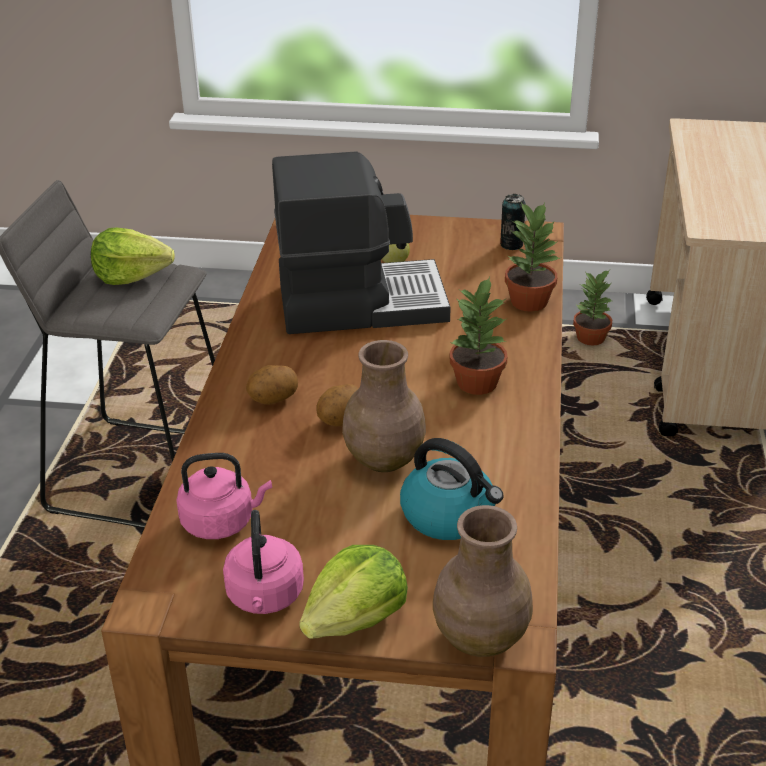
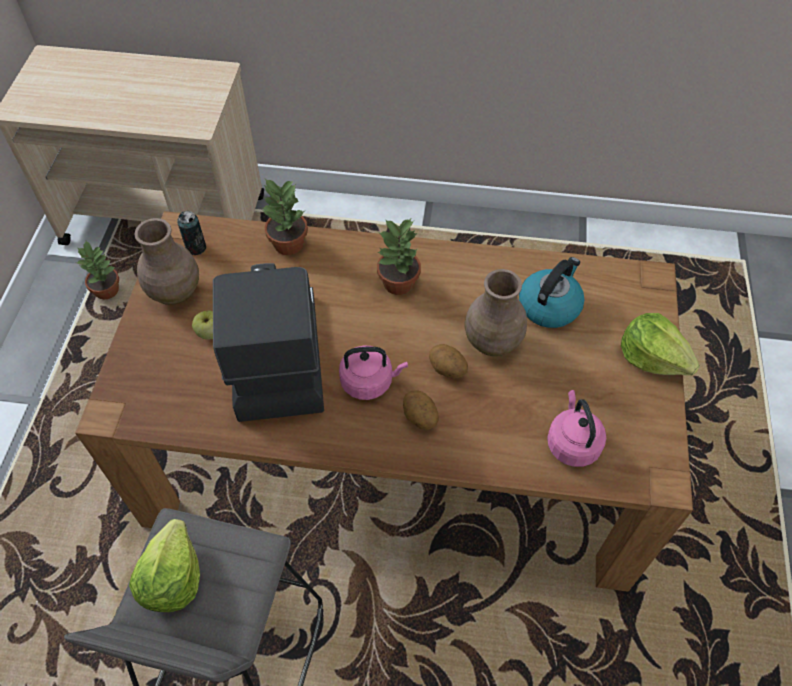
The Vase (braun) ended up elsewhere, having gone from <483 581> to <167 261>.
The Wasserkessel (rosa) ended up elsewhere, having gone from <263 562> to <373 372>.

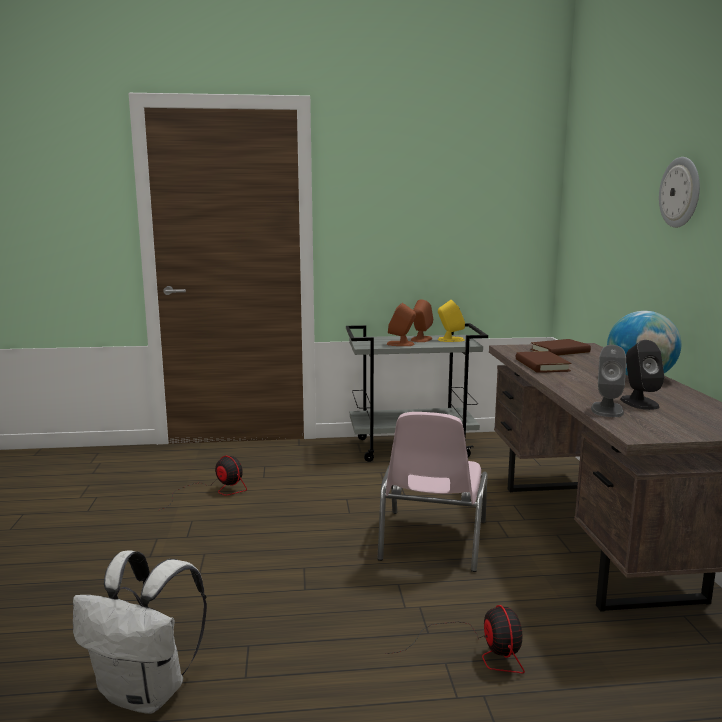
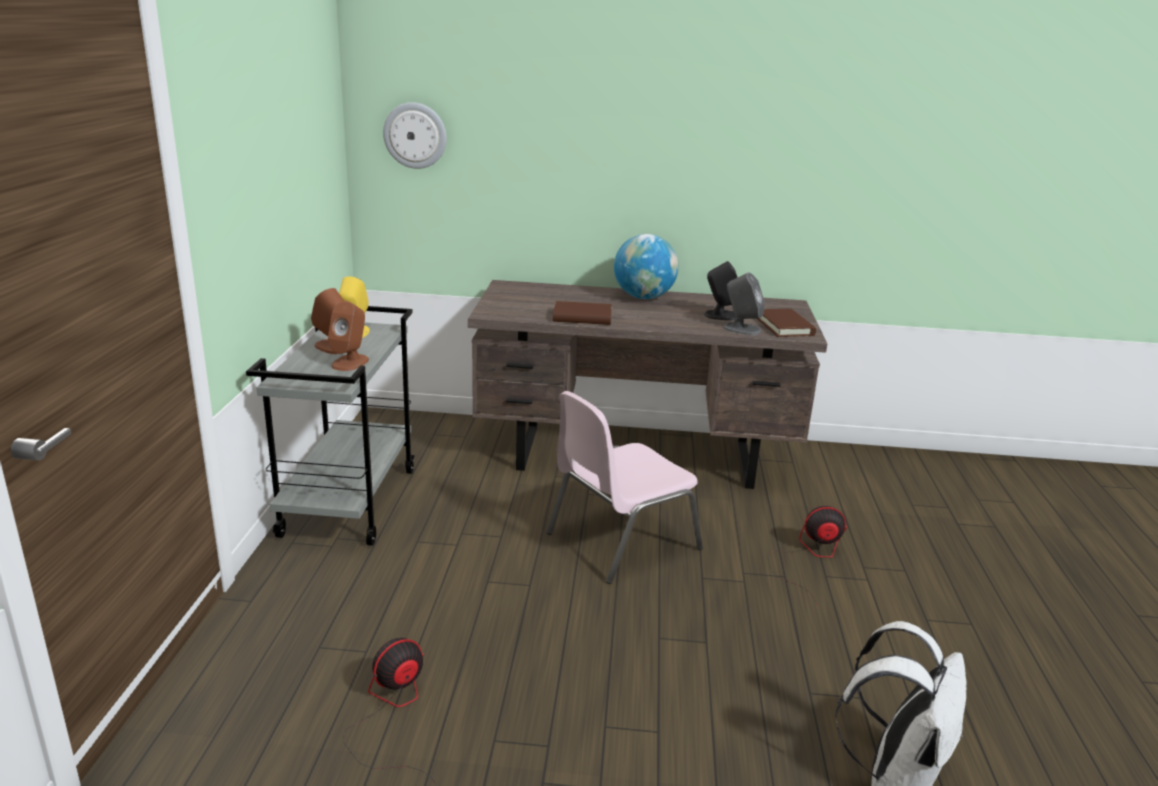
The Wanduhr ended up elsewhere, having gone from <679 192> to <415 135>.
The Buch (braun) ended up elsewhere, having gone from <560 347> to <787 323>.
The Stuhl (rosa) at <432 492> ended up facing another way, 120 degrees clockwise from before.

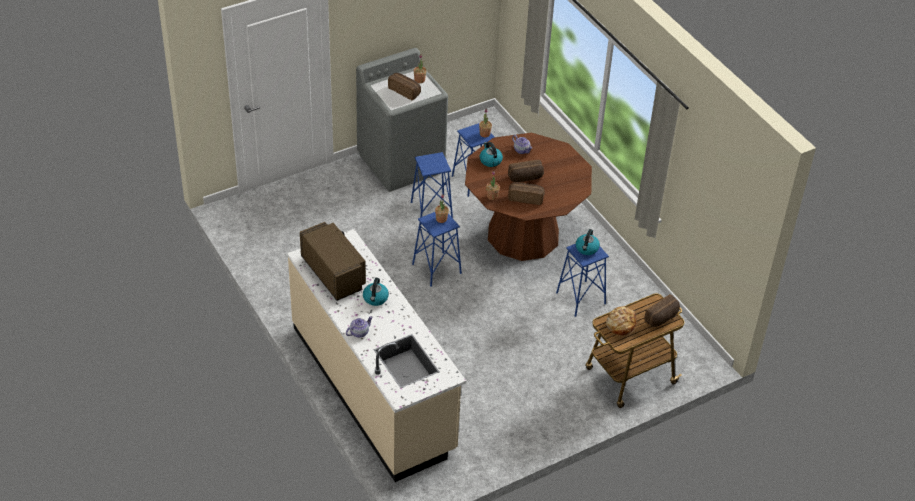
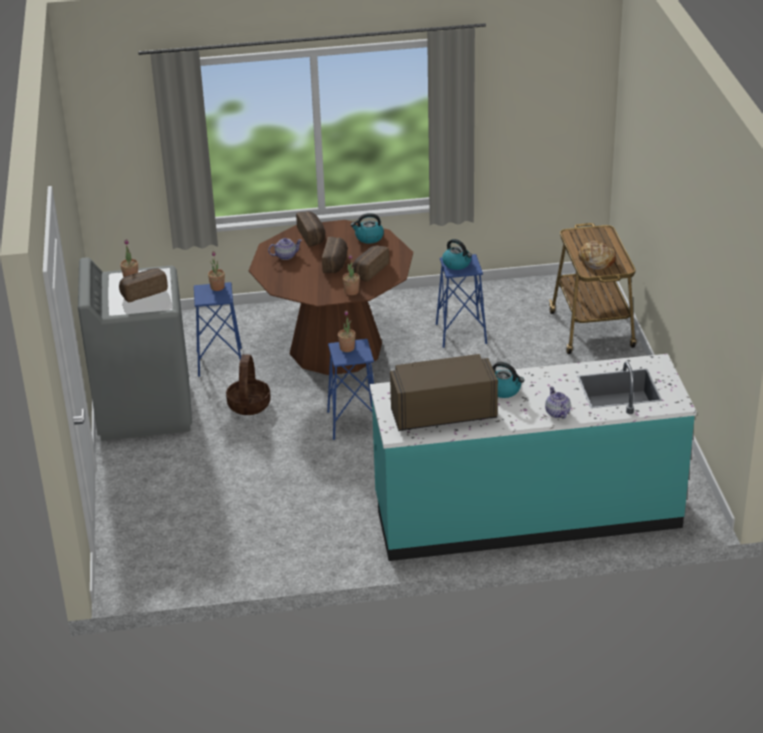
The Wasserkessel ended up elsewhere, having gone from <491 154> to <367 228>.
Where the Hocker (blau) stood at <432 185>, the Korb came to stand at <248 384>.
What was the Küchenzeile (beige) at <376 355> turned into the Küchenzeile (türkis) at <533 457>.
The Brot ended up elsewhere, having gone from <662 310> to <310 229>.

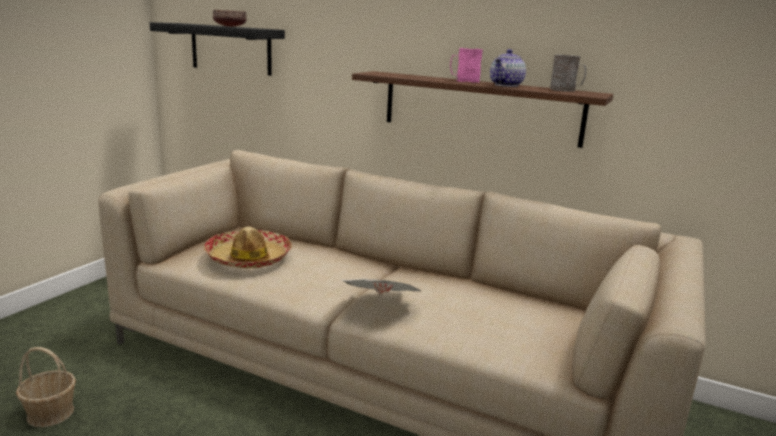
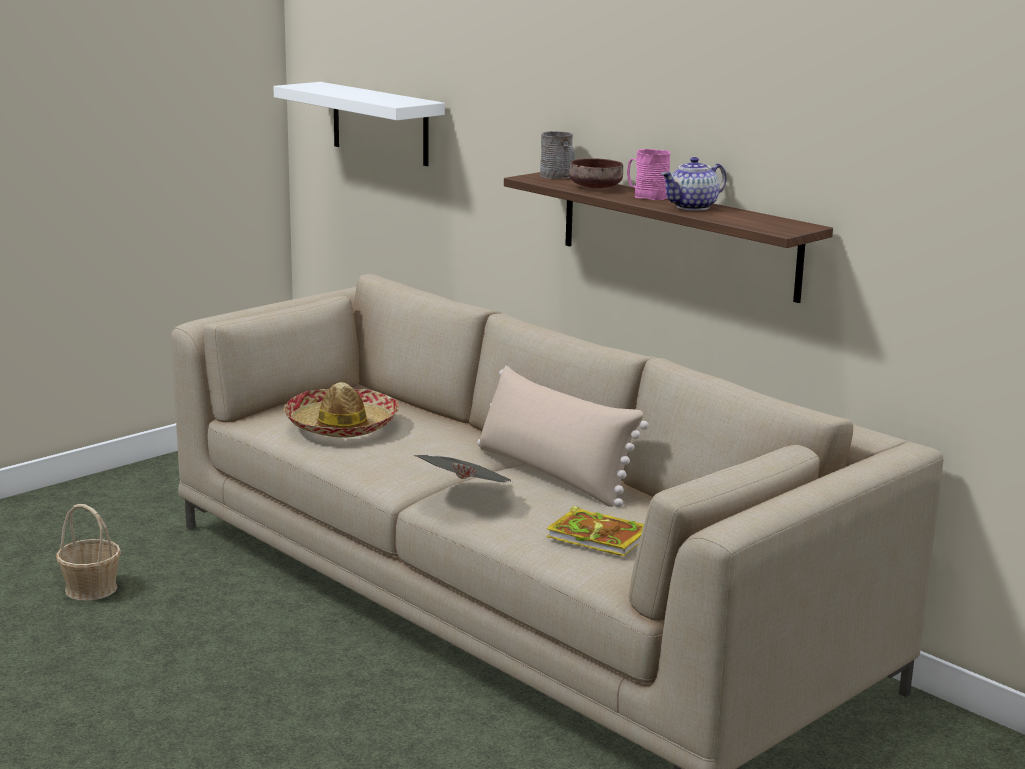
The Schüssel (braun) ended up elsewhere, having gone from <230 18> to <596 173>.
What was the Wandregal (schwarz) at <217 49> turned into the Wandregal (weiß) at <359 124>.
The Henkelbecher (grau) ended up elsewhere, having gone from <568 73> to <557 155>.
The second view gained the Kissen (beige) at <563 436>.
The second view gained the Buch at <595 531>.

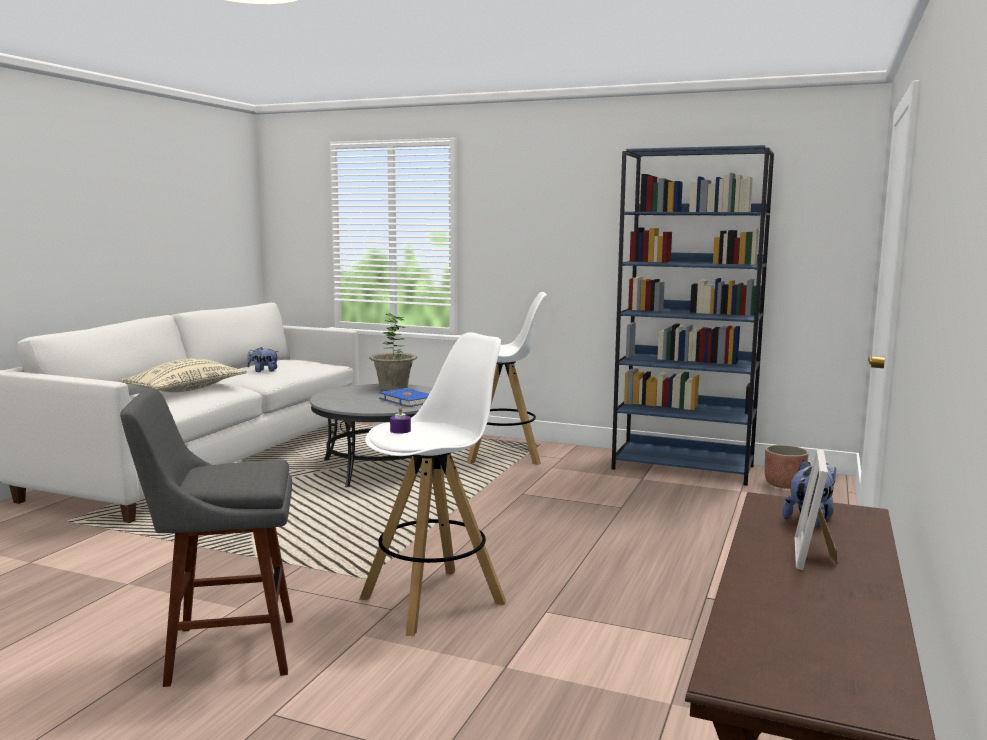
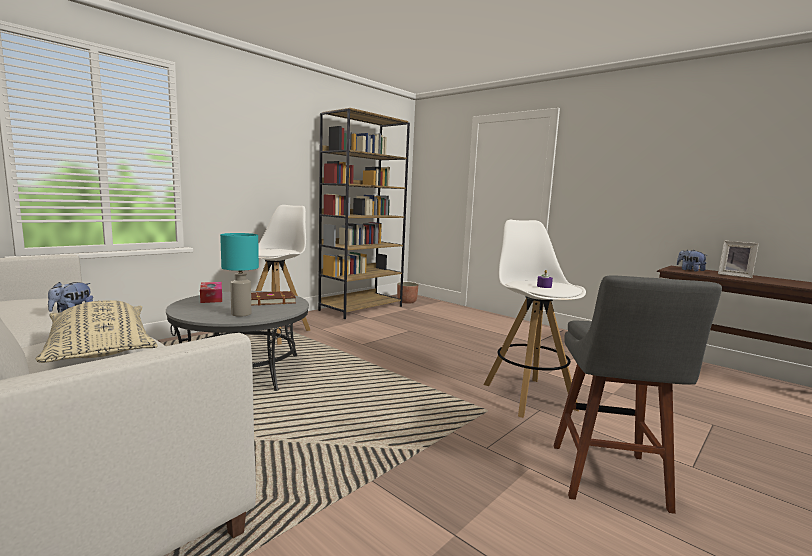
What was the Bücherregal (blau) at <693 315> turned into the Bücherregal (braun) at <364 213>.
Where the Topfpflanze stood at <393 351>, the Taschentuchbox came to stand at <211 292>.
What was the Buch (blau) at <404 397> turned into the Buch (braun) at <273 298>.
The second view gained the Tischlampe (türkis) at <239 275>.

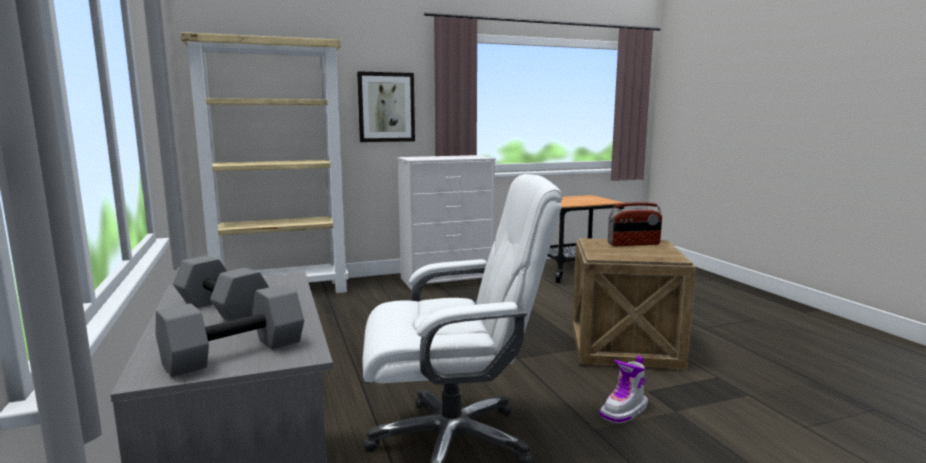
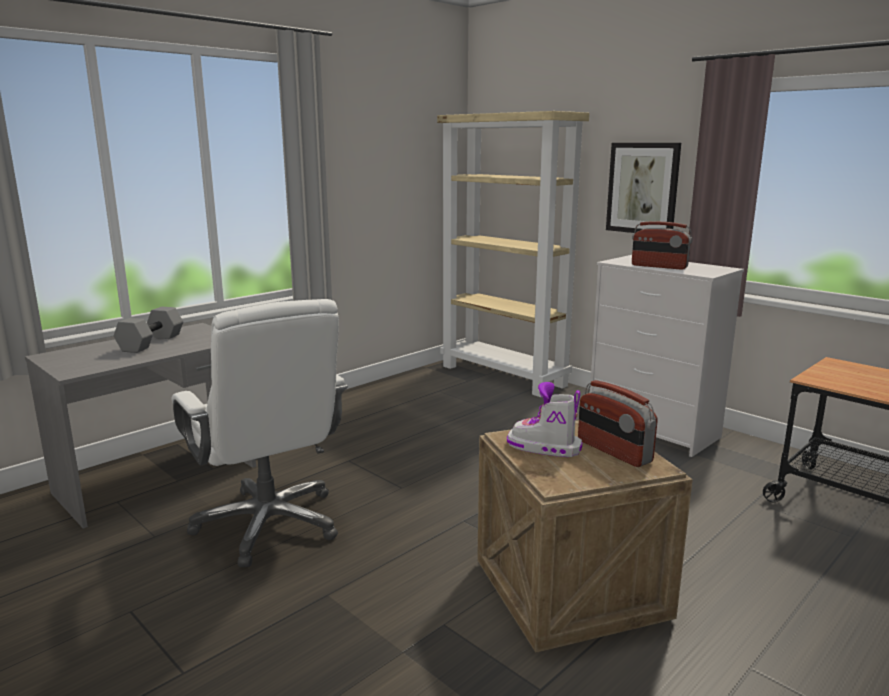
The second view lost the Hantel (grau) at <230 331>.
The Stiefel ended up elsewhere, having gone from <623 390> to <544 419>.
The second view gained the Radio at <662 245>.

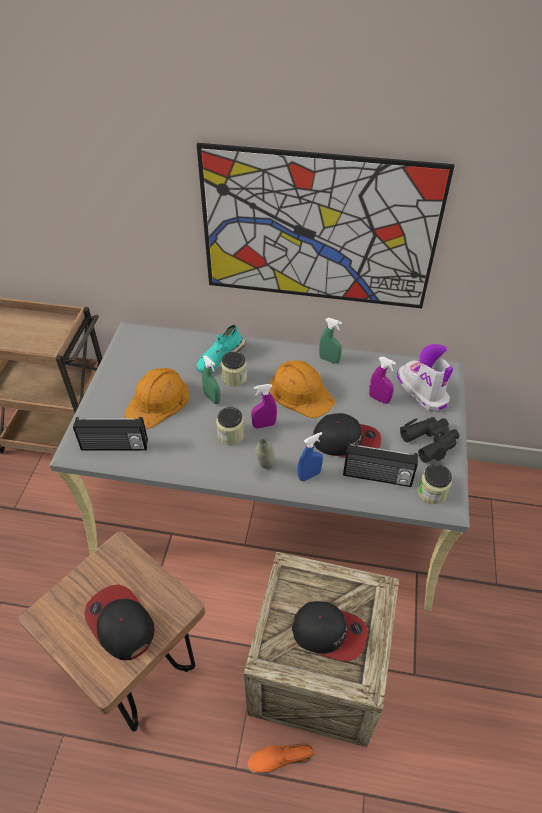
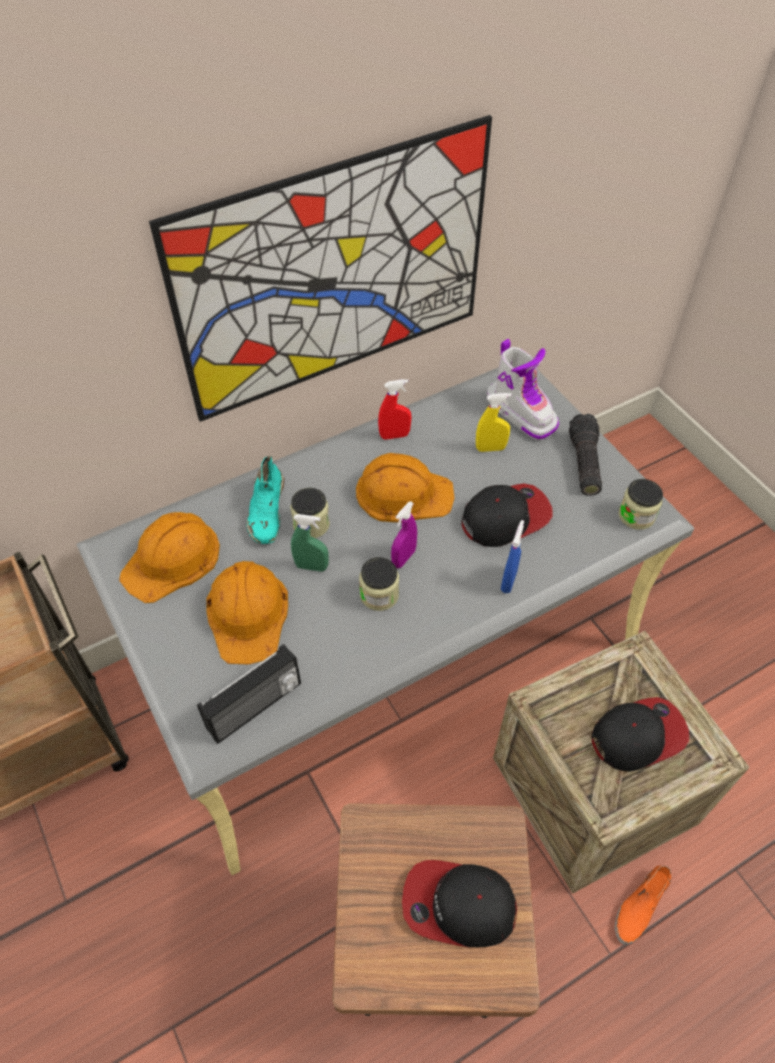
What was the Sprühflasche (grün) at <330 341> turned into the Sprühflasche (rot) at <395 409>.
The Stiefel at <425 378> ended up facing another way, 150 degrees counterclockwise from before.
What was the Sprühflasche (lila) at <382 380> turned into the Sprühflasche (gelb) at <494 422>.
Where the Fernglas (schwarz) stood at <430 440>, the Taschenlampe came to stand at <585 455>.
The second view lost the Flasche (grau) at <265 453>.
The second view lost the Radio at <380 464>.
The second view gained the Schutzhelm (orange) at <169 557>.

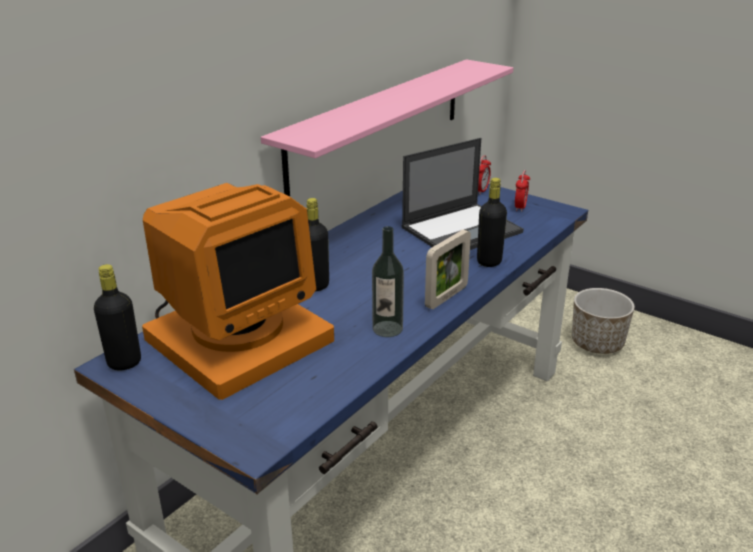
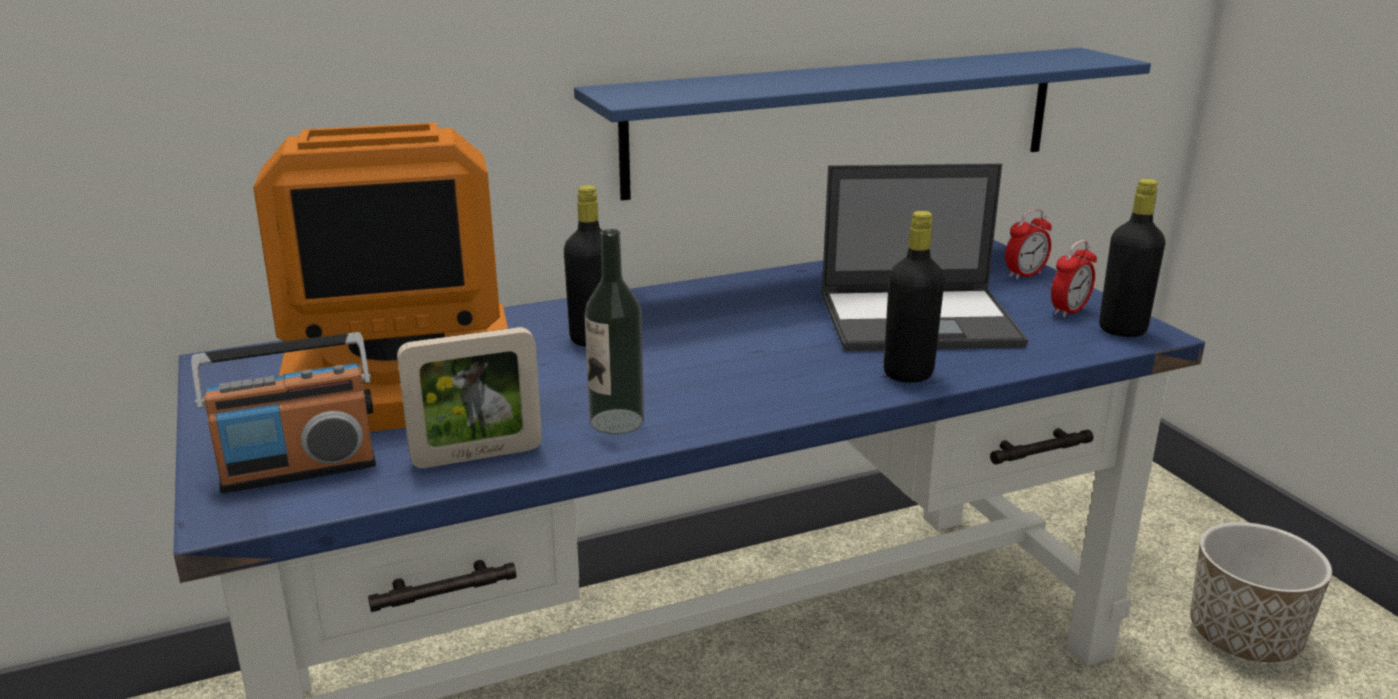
What was the Wandregal (rosa) at <387 127> turned into the Wandregal (blau) at <862 124>.
The Bilderrahmen ended up elsewhere, having gone from <448 269> to <469 397>.
The Flasche (schwarz) ended up elsewhere, having gone from <117 317> to <1132 258>.
The second view gained the Radio at <283 412>.

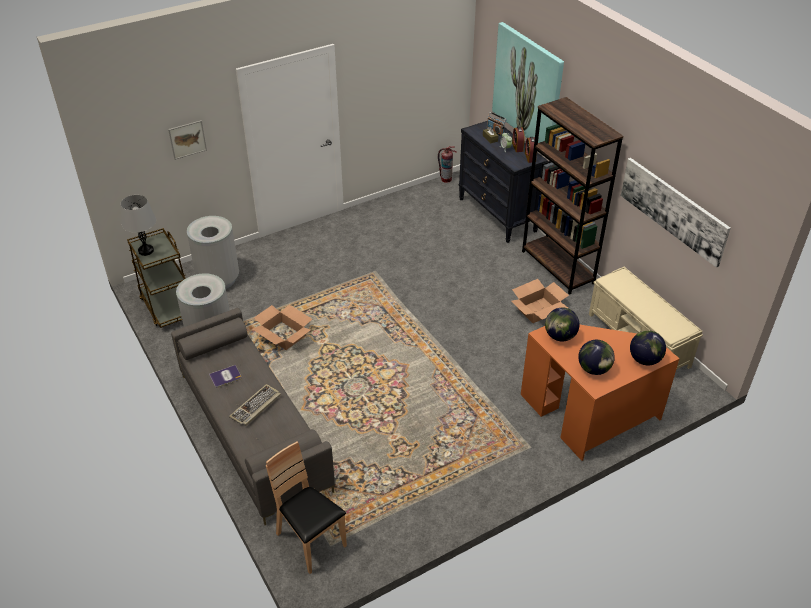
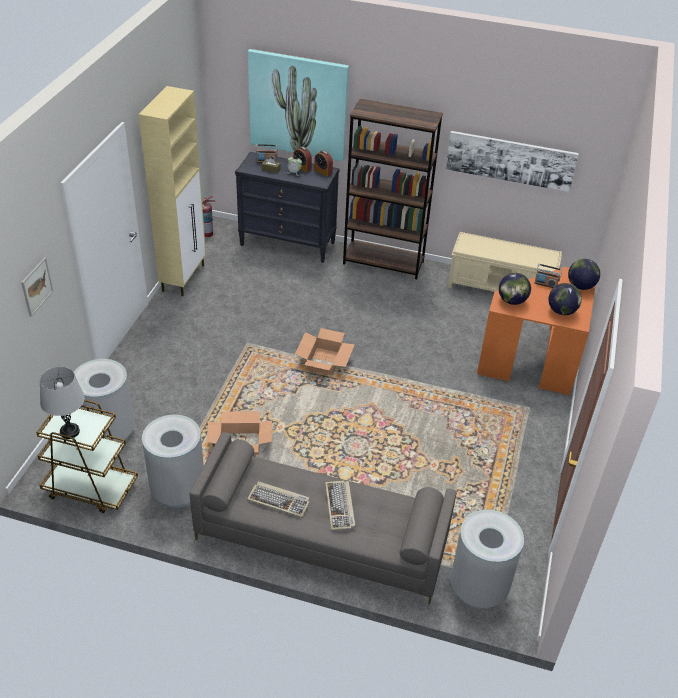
The Karton ended up elsewhere, having gone from <540 301> to <325 351>.
Where the Buch stood at <225 376>, the Tastatur came to stand at <278 499>.
Where the Stuhl (braun) stood at <306 508>, the Mülleimer (grau) came to stand at <487 559>.
The second view gained the Schrank (beige) at <172 191>.
The second view gained the Radio at <548 276>.

